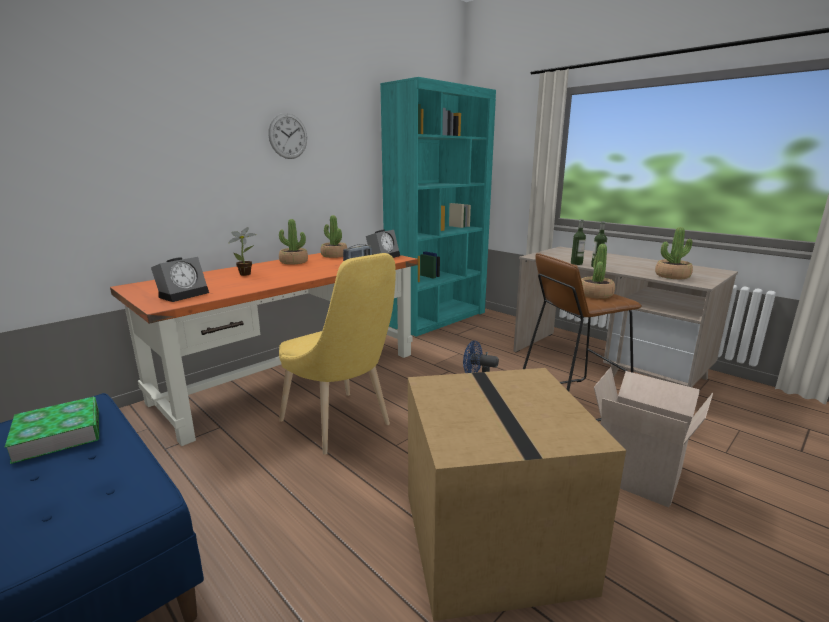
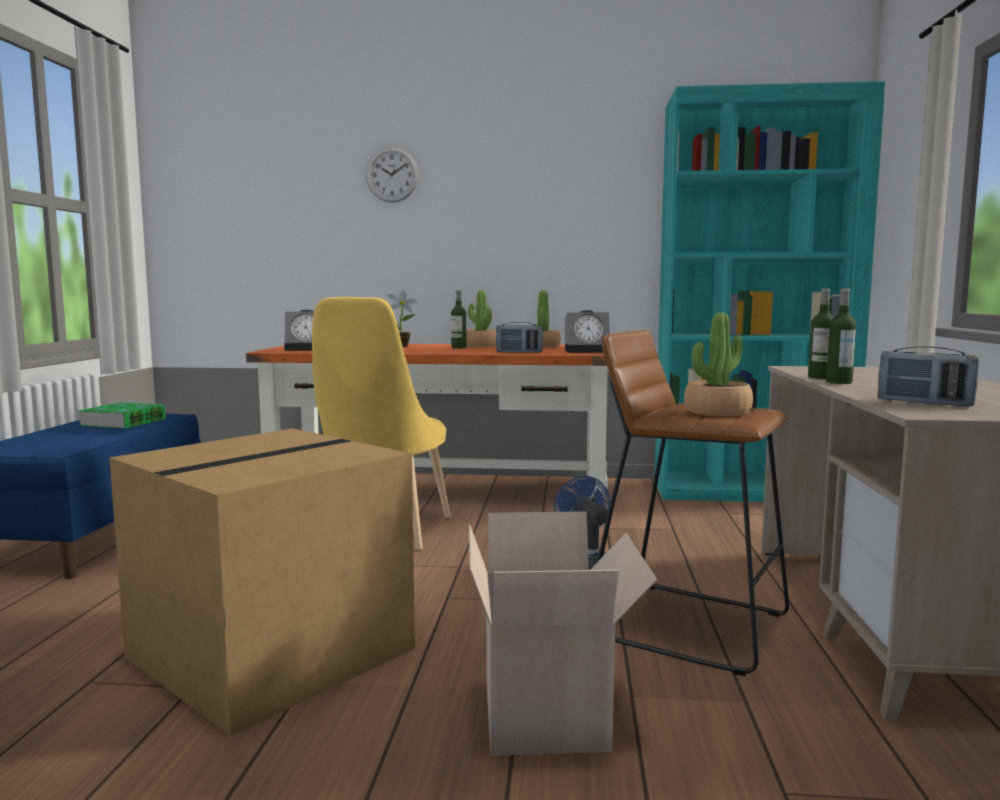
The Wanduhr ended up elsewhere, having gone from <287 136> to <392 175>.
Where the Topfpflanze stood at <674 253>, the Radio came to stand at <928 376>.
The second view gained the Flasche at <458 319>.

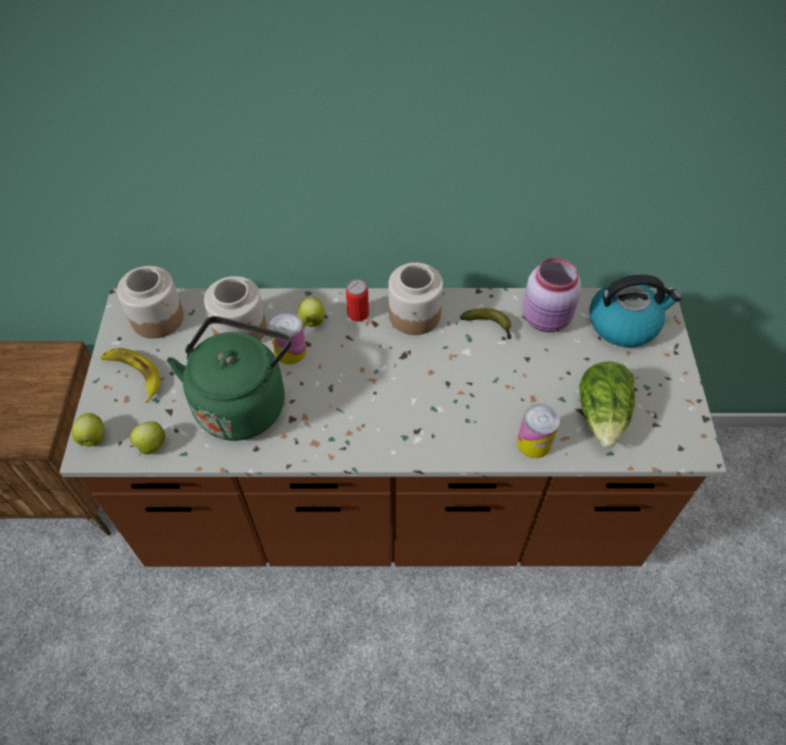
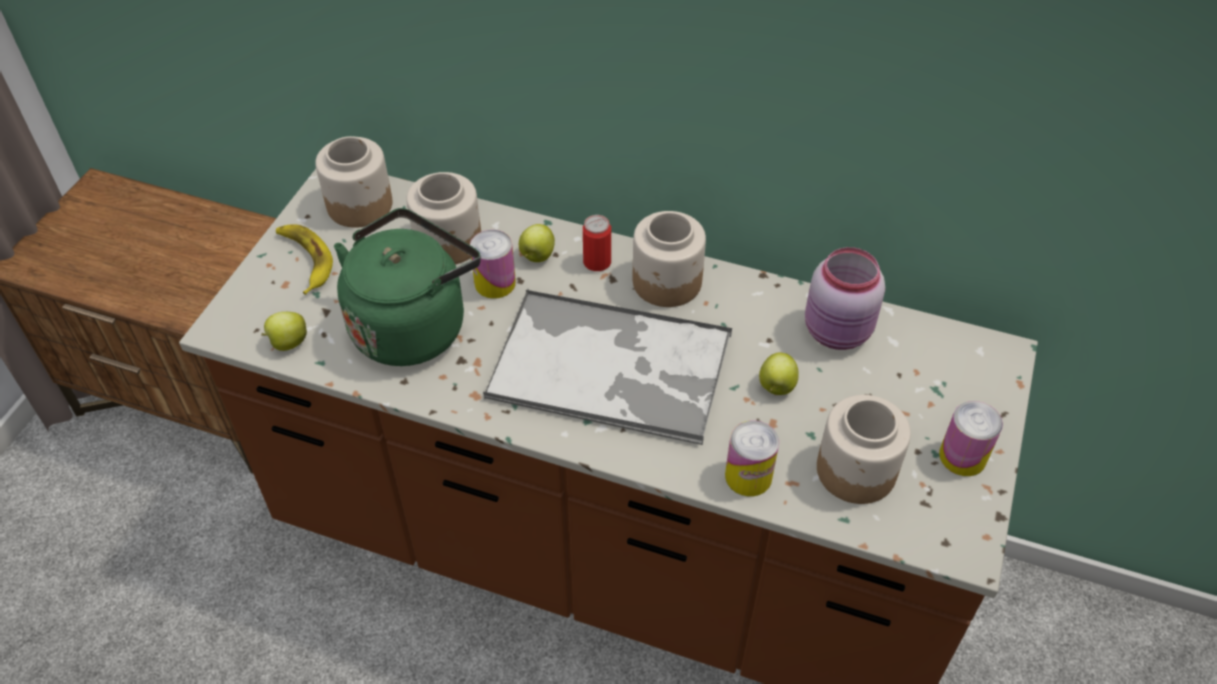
The second view lost the Wasserkessel at <636 311>.
The second view lost the Banane at <485 323>.
Where the Salatkopf stood at <607 404>, the Vorratsglas came to stand at <864 449>.
The Apfel ended up elsewhere, having gone from <87 430> to <779 373>.
The second view gained the Tablett at <607 367>.
The second view gained the Dose at <971 438>.

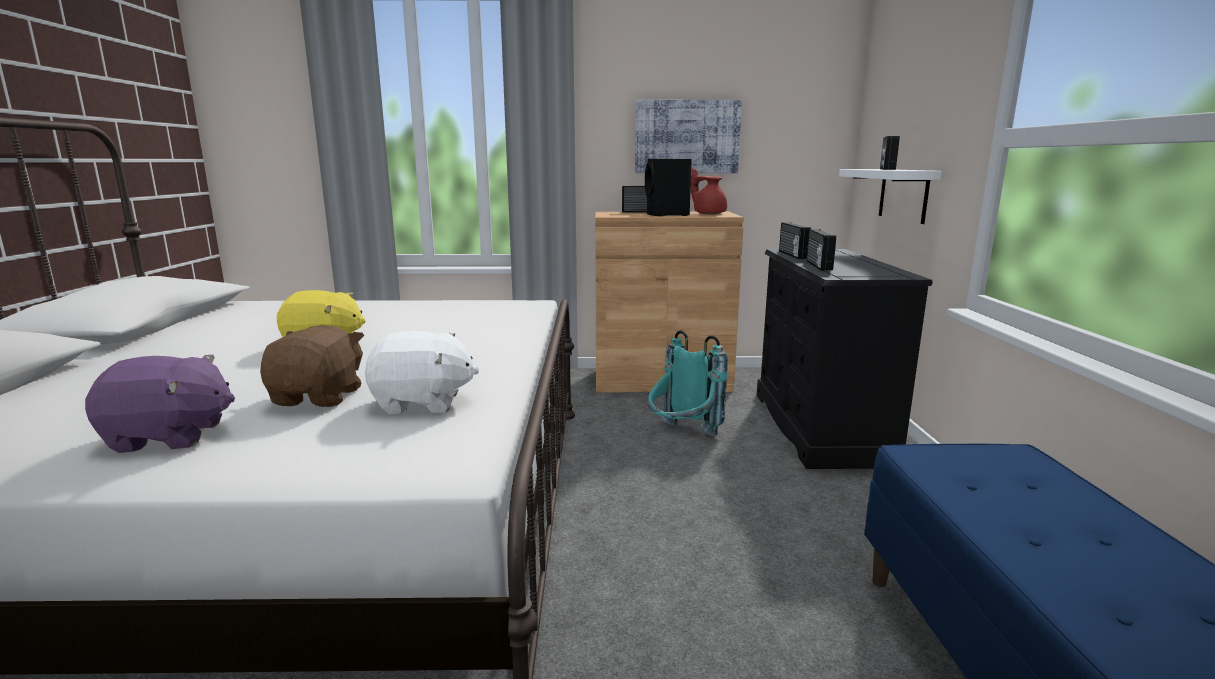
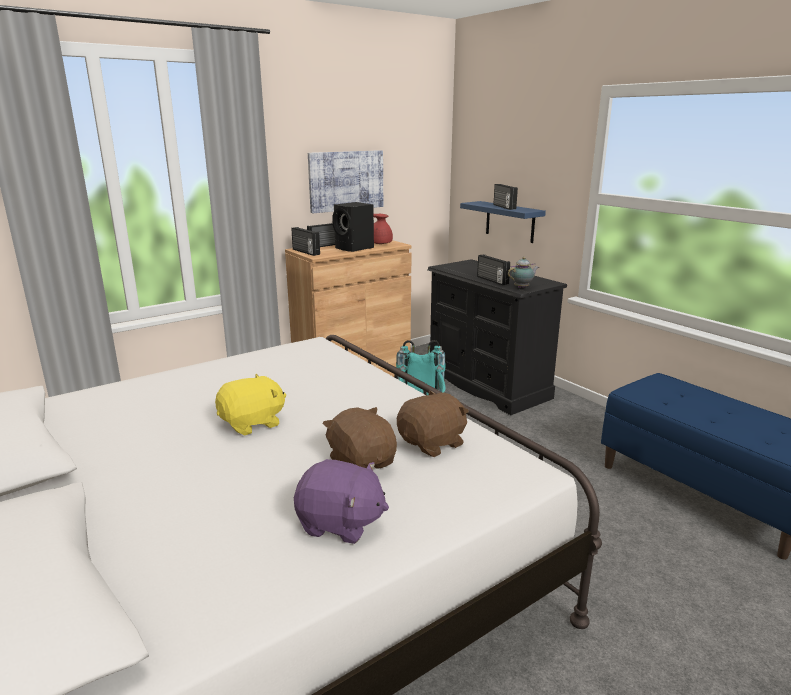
What was the Wandregal (weiß) at <890 196> turned into the Wandregal (blau) at <503 222>.
The Radio ended up elsewhere, having gone from <795 240> to <305 241>.
What was the Plüschtier (weiß) at <422 372> turned into the Plüschtier (braun) at <433 423>.
The Plüschtier (lila) at <160 404> ended up facing another way, 60 degrees clockwise from before.
The second view gained the Teekanne at <523 272>.

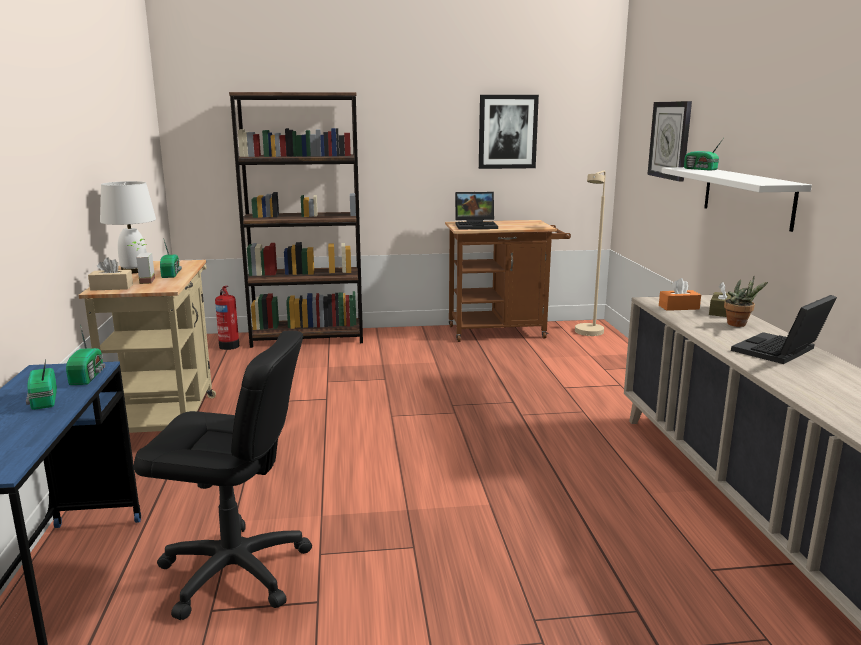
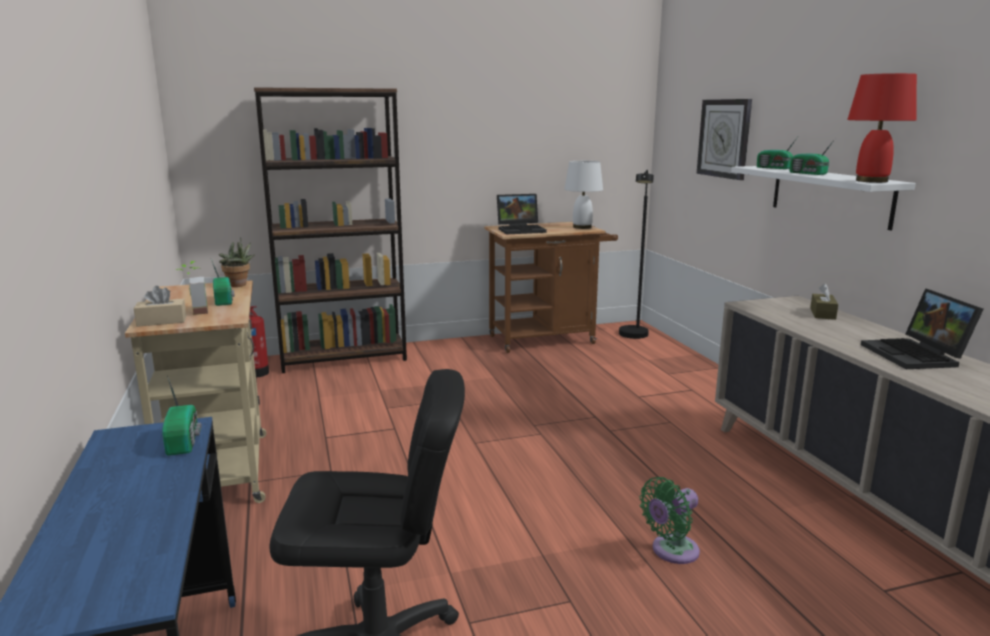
The second view lost the Bild at <509 132>.
What was the Stehlampe (beige) at <590 253> turned into the Stehlampe (schwarz) at <636 254>.
The Tischlampe (weiß) ended up elsewhere, having gone from <128 227> to <583 195>.
The Topfpflanze ended up elsewhere, having gone from <746 301> to <237 262>.
The second view lost the Taschentuchbox (orange) at <680 294>.
The Laptop at <784 329> ended up facing another way, 45 degrees counterclockwise from before.
The Radio ended up elsewhere, having gone from <41 384> to <812 157>.
The second view gained the Tischlampe (rot) at <882 128>.
The second view gained the Ventilator (grün) at <669 520>.

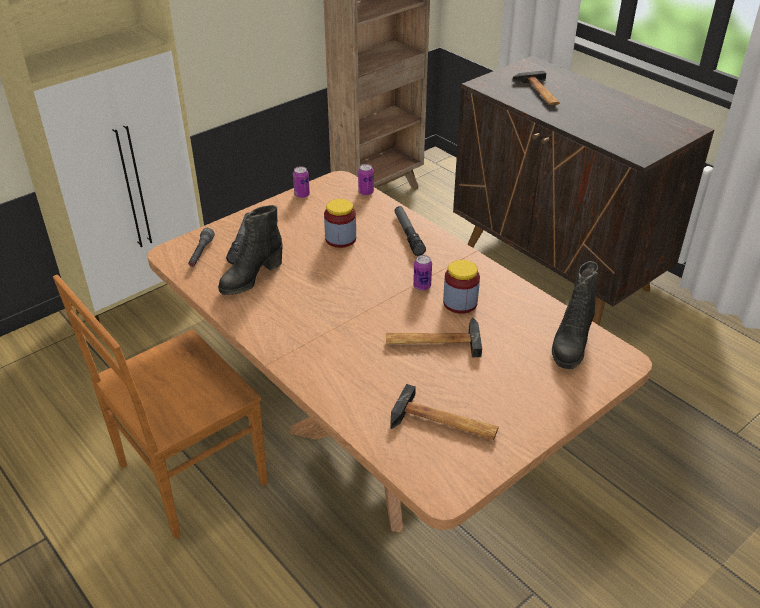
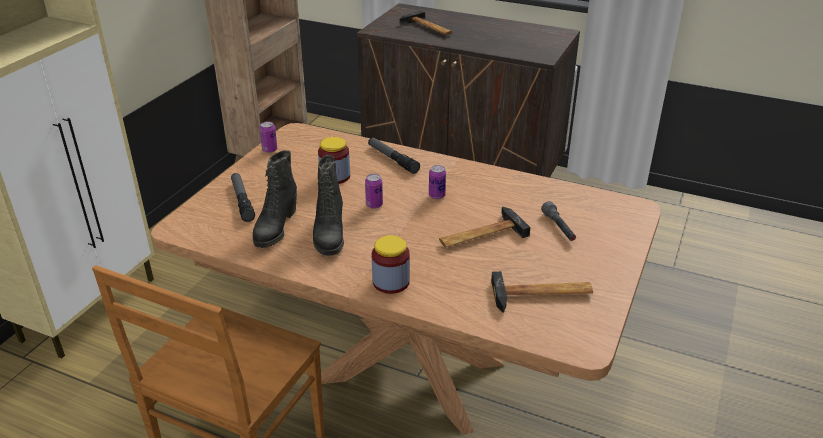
The Dose ended up elsewhere, having gone from <366 180> to <374 191>.
The Taschenlampe (grau) ended up elsewhere, having gone from <201 247> to <558 221>.
The Vorratsglas ended up elsewhere, having gone from <461 287> to <391 264>.
The Stiefel (schwarz) ended up elsewhere, having gone from <575 315> to <328 205>.

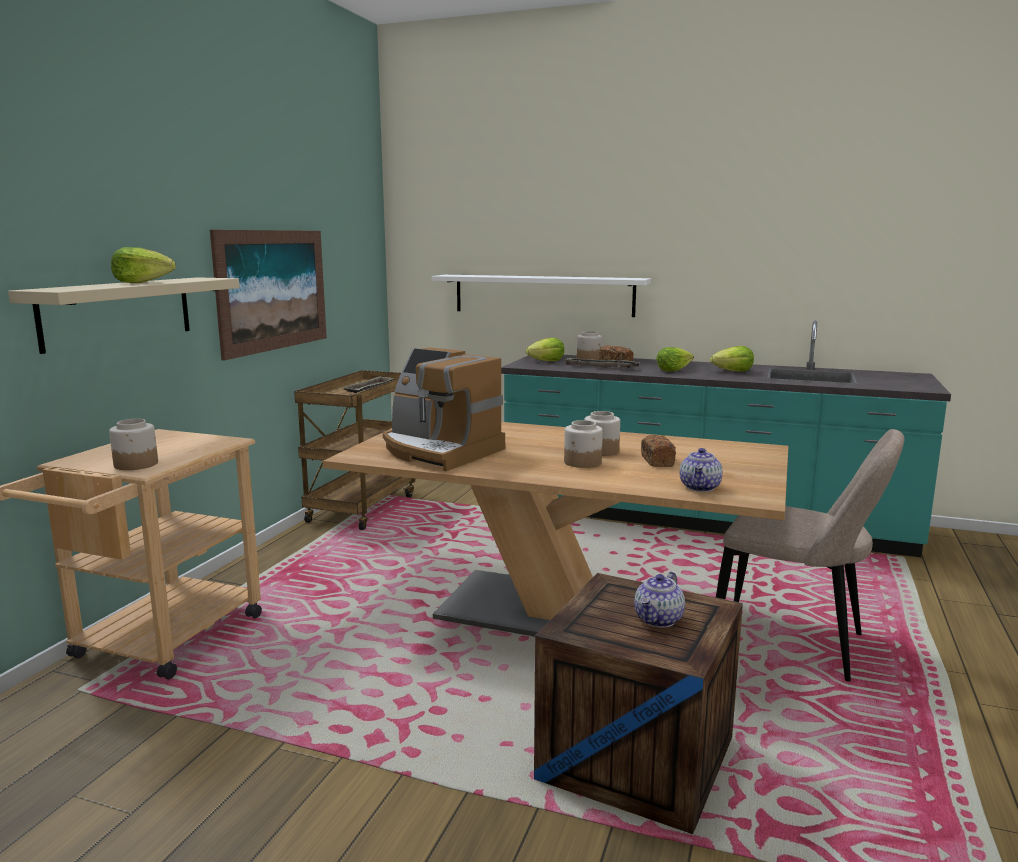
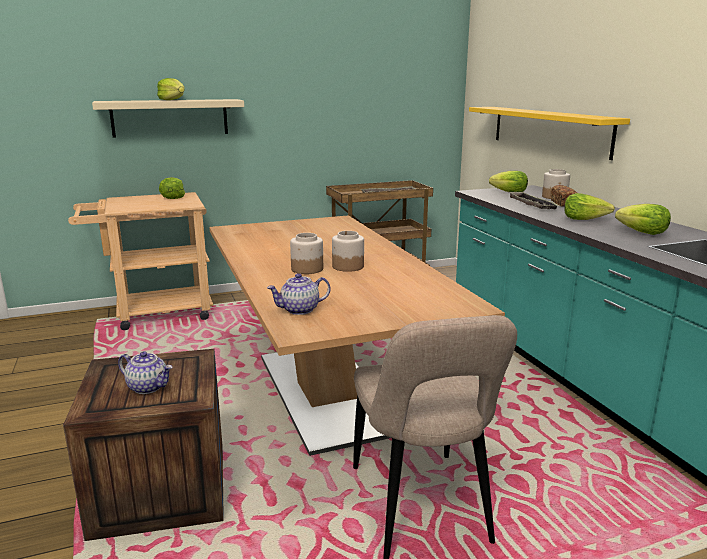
The second view lost the Bild at <268 295>.
What was the Wandregal (weiß) at <541 296> turned into the Wandregal (gelb) at <549 133>.
The second view lost the Kaffeemaschine at <444 409>.
The second view lost the Vorratsglas at <133 444>.
The second view lost the Brot at <658 451>.
The Teekanne at <659 600> ended up facing another way, 150 degrees counterclockwise from before.
The second view gained the Salatkopf at <172 188>.

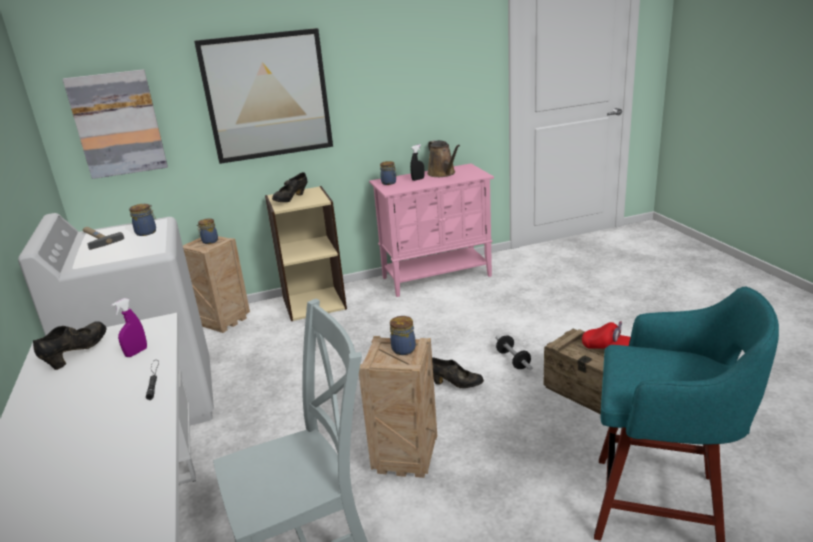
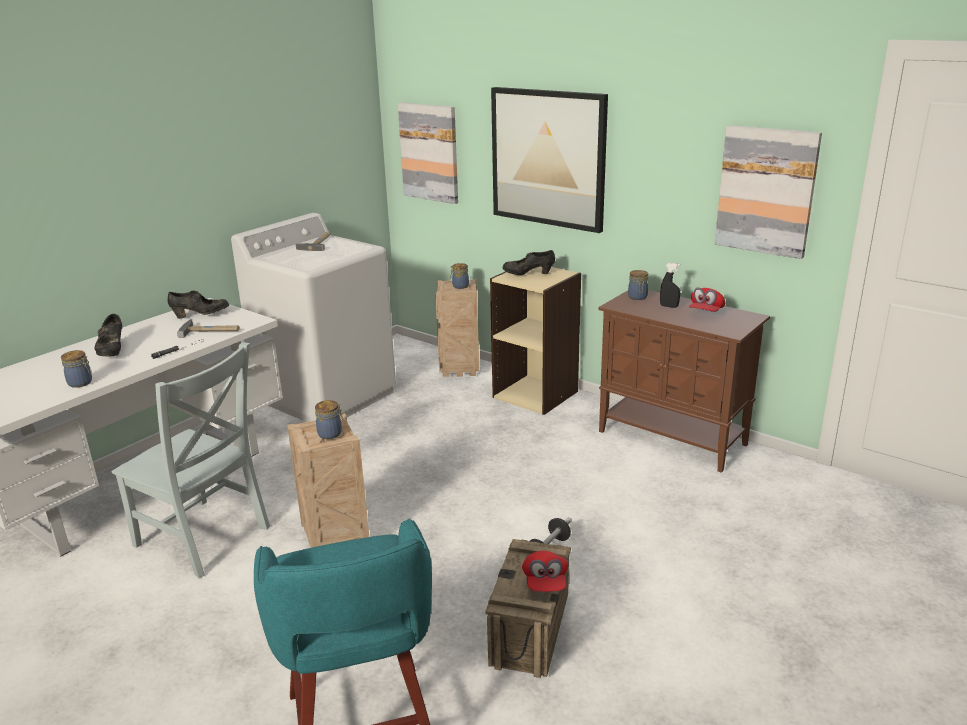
Where the Gießkanne (braun) stood at <443 158>, the Kappe (rot) came to stand at <707 299>.
What was the Schrank (rosa) at <431 230> turned into the Schrank (braun) at <684 381>.
The Vorratsglas ended up elsewhere, having gone from <142 220> to <76 369>.
Where the Sprühflasche (lila) stood at <129 327>, the Hammer came to stand at <208 328>.
The Schuh (schwarz) ended up elsewhere, having gone from <458 372> to <108 335>.
The second view gained the Bild at <768 192>.

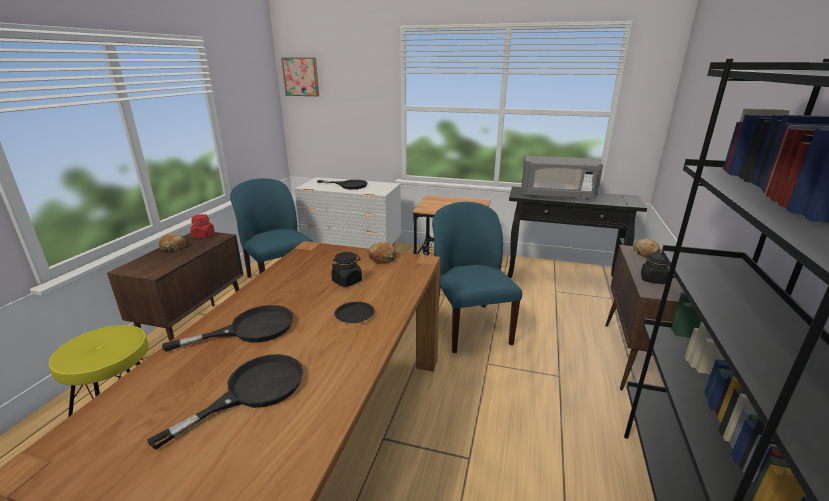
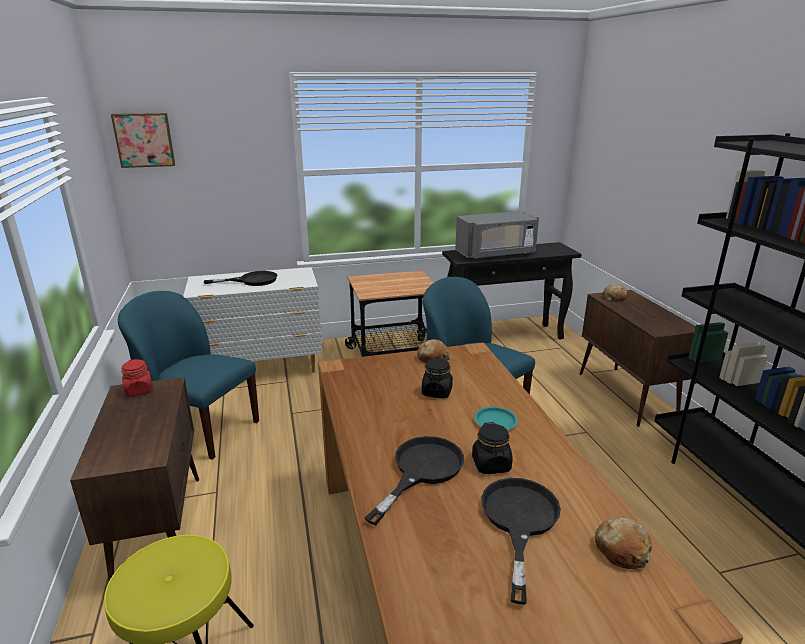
The Brot ended up elsewhere, having gone from <172 242> to <623 543>.
The Vorratsglas (schwarz) ended up elsewhere, having gone from <655 268> to <492 448>.
What was the Teller (schwarz) at <355 312> turned into the Teller (türkis) at <496 418>.

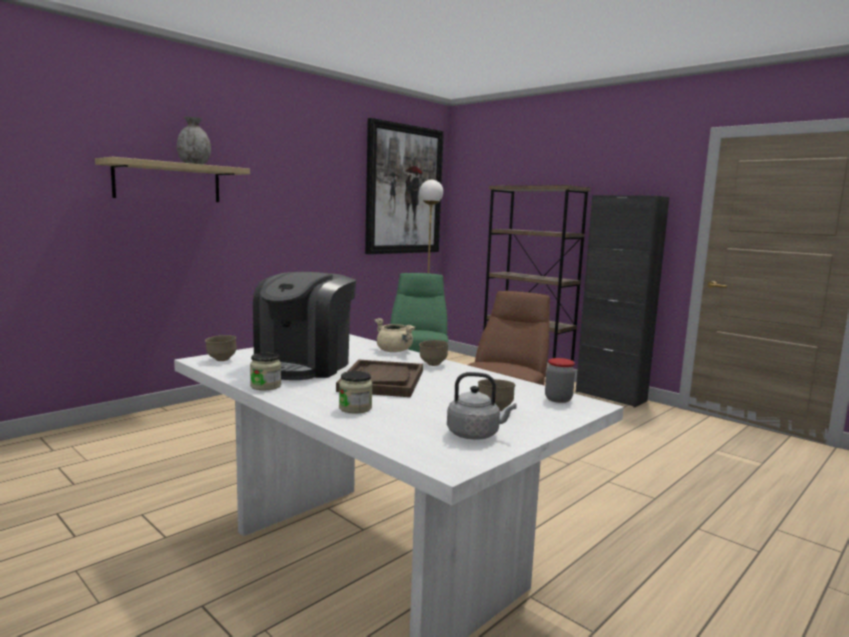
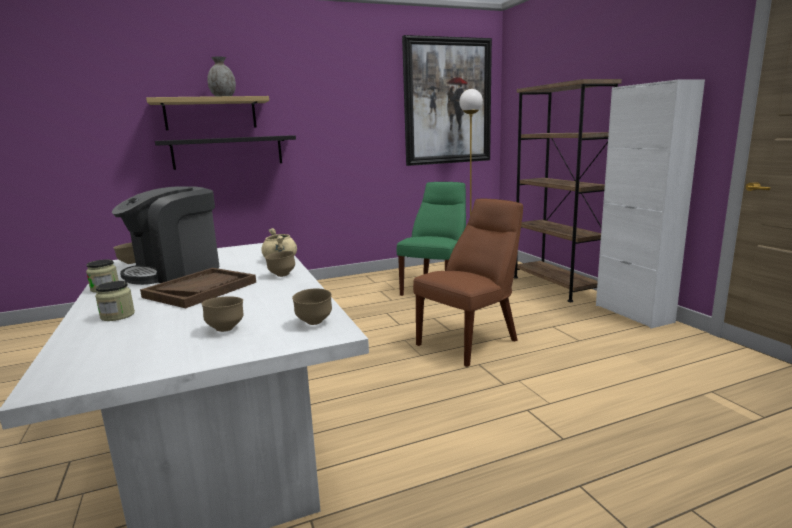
What was the Schrank (schwarz) at <622 301> turned into the Schrank (weiß) at <650 203>.
Where the Vorratsglas stood at <560 380>, the Schüssel (braun) came to stand at <312 306>.
The second view lost the Wasserkessel (grau) at <482 406>.
The second view gained the Wandregal (schwarz) at <225 152>.

